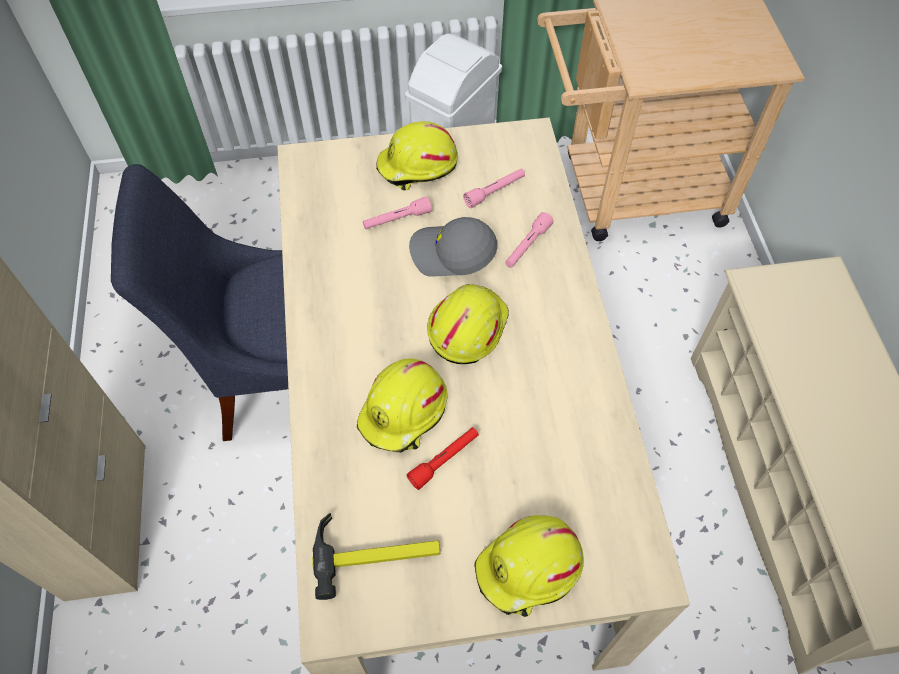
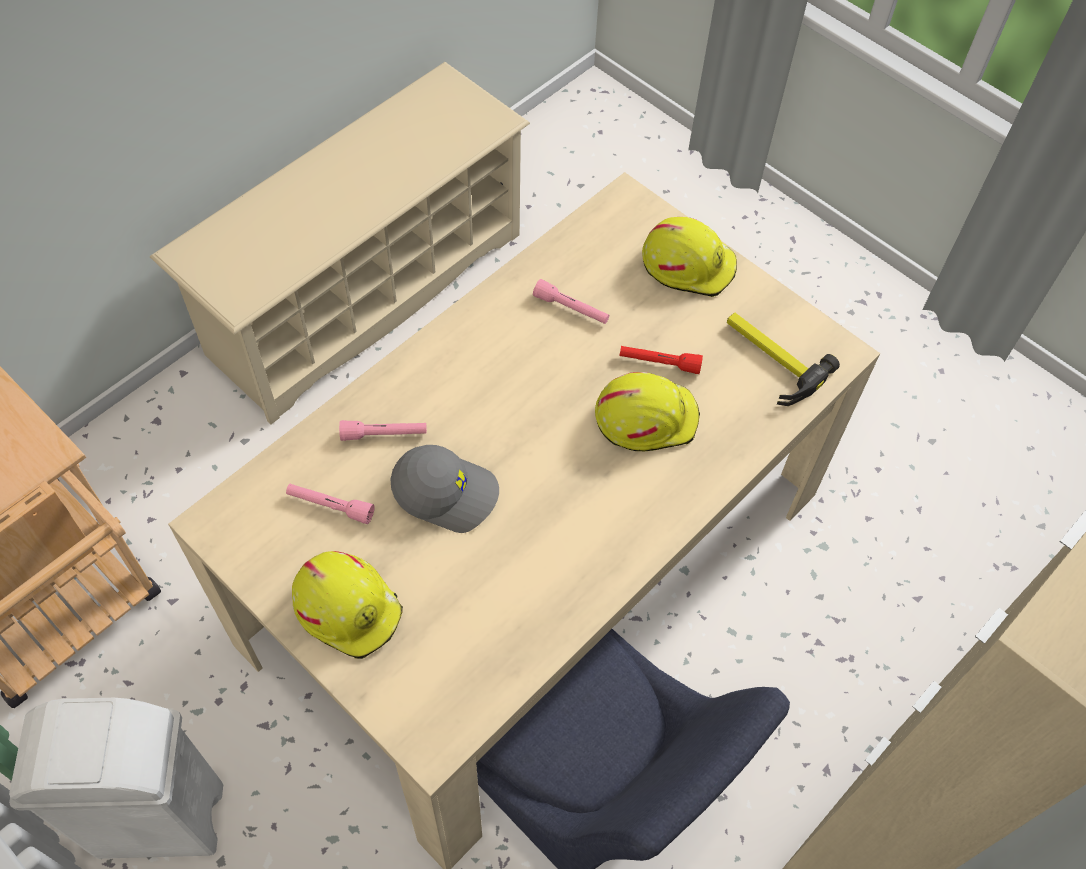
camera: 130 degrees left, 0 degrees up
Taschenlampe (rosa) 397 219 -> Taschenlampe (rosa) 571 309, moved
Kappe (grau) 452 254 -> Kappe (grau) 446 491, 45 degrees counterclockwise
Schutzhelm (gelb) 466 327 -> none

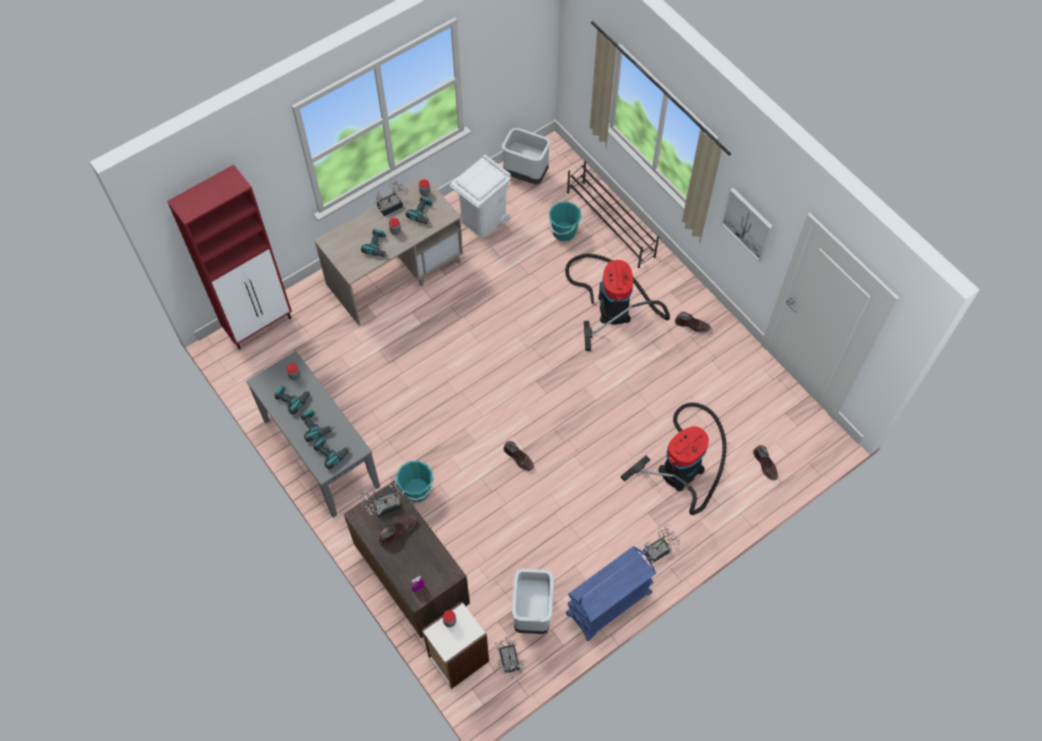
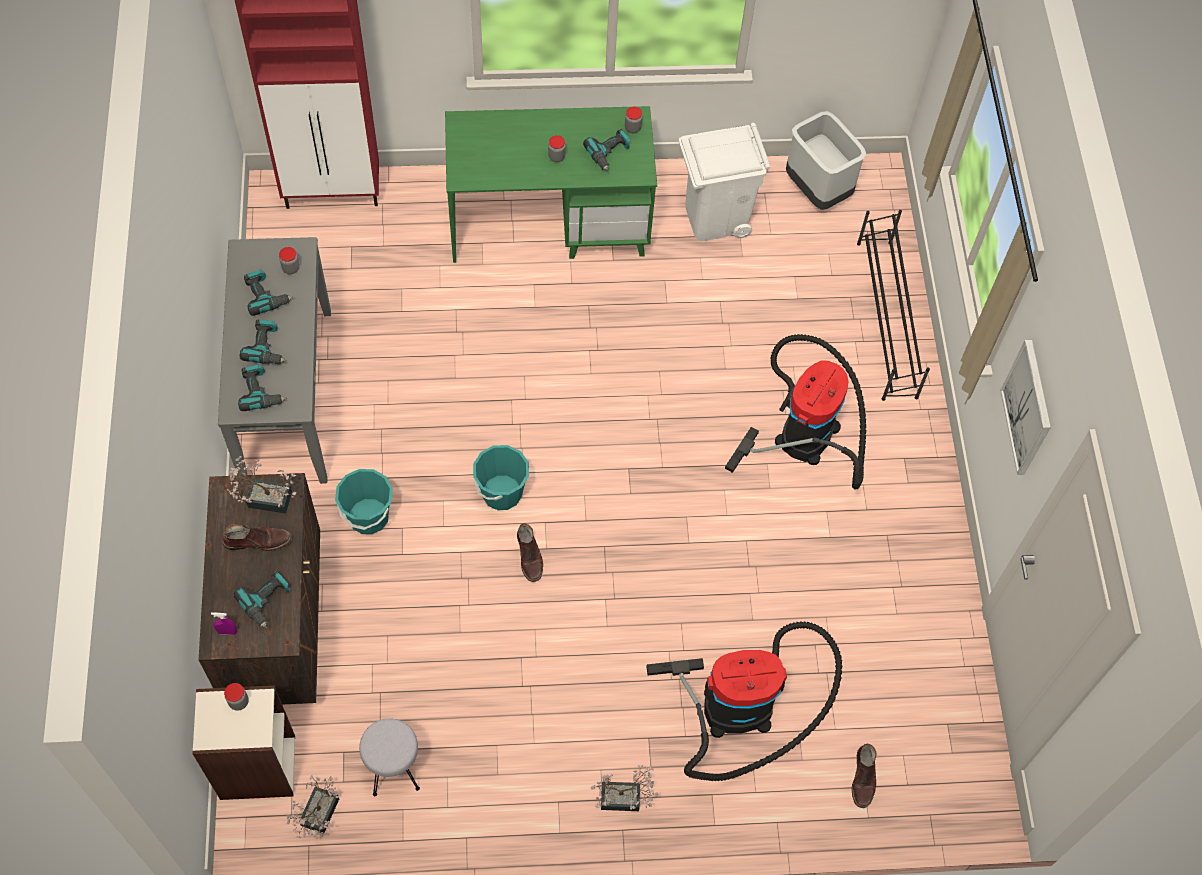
camera: 30 degrees right, 0 degrees up
Schreibtisch (beige) 395 272 -> Schreibtisch (grün) 550 222
Topfpflanze 393 205 -> none
Eimer (türkis) 564 232 -> Eimer (türkis) 502 493, moved
Bohrmaschine 377 246 -> Bohrmaschine 267 601, moved
Stiefel (braun) 692 325 -> none
Rollwagen (blau) 608 605 -> none
Mülleimer (grau) 531 612 -> Hocker (grau) 394 769

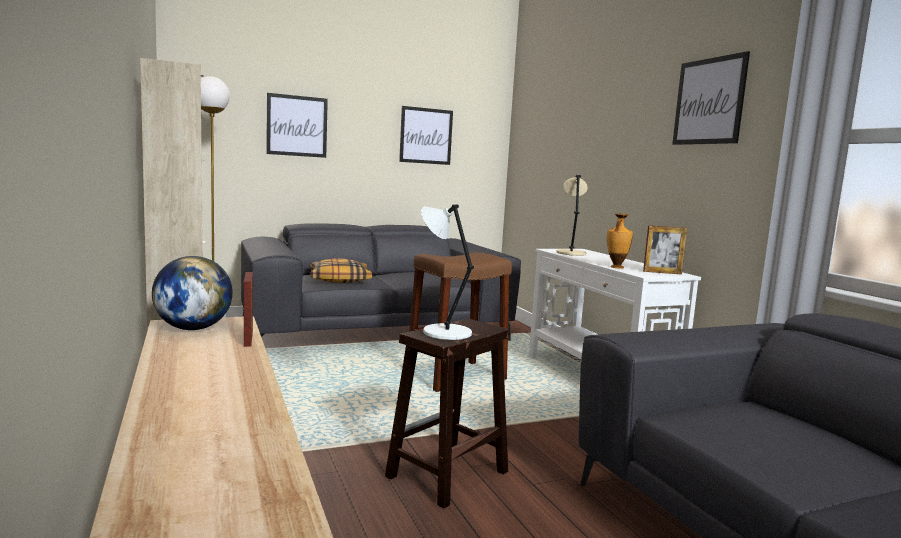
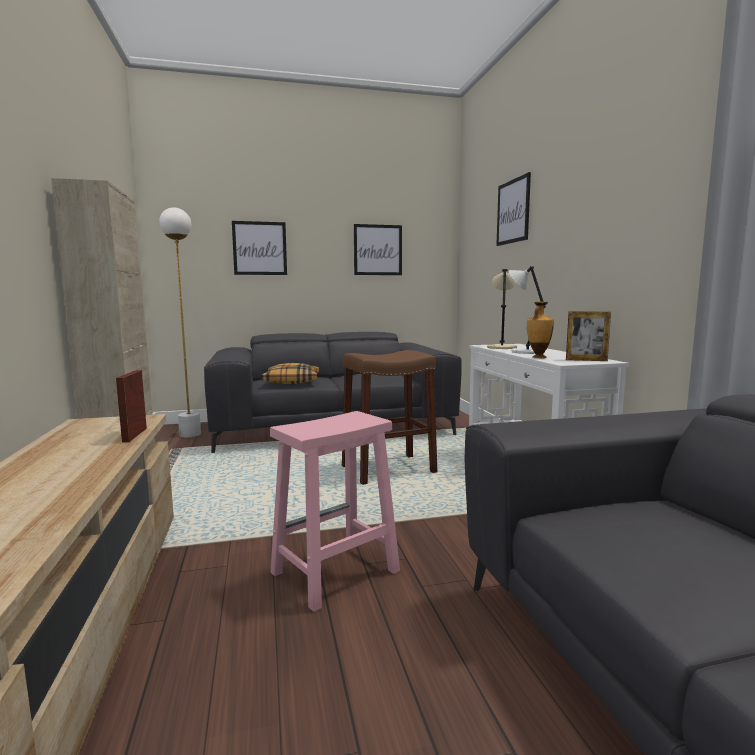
camera: 10 degrees right, 0 degrees up
Bild 709 101 -> Bild 513 211, moved
Tischlampe (weiß) 444 332 -> Tischlampe (weiß) 525 352, moved
Globus 193 328 -> none
Hocker (braun) 446 475 -> Hocker (rosa) 334 573

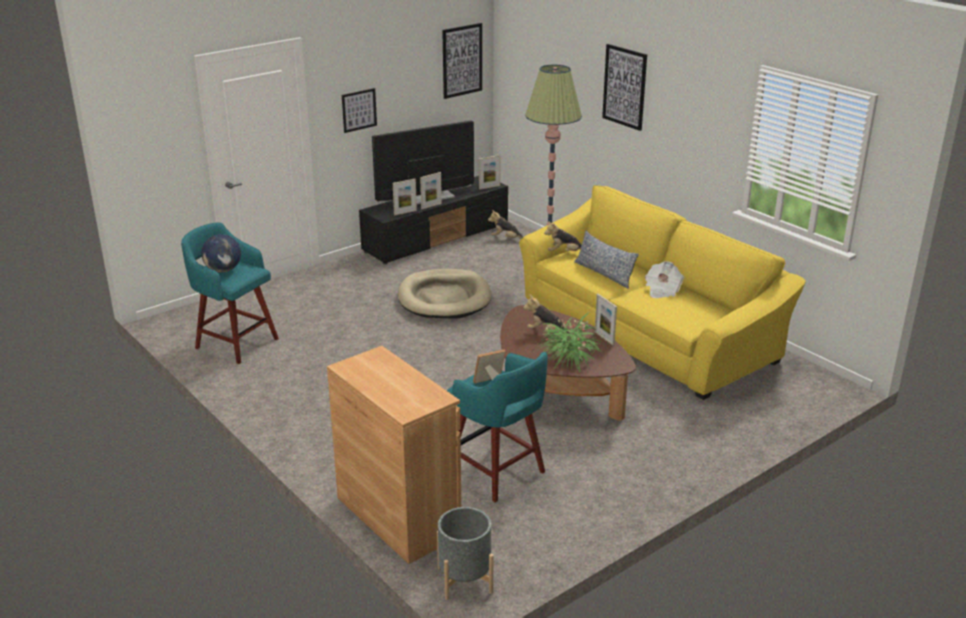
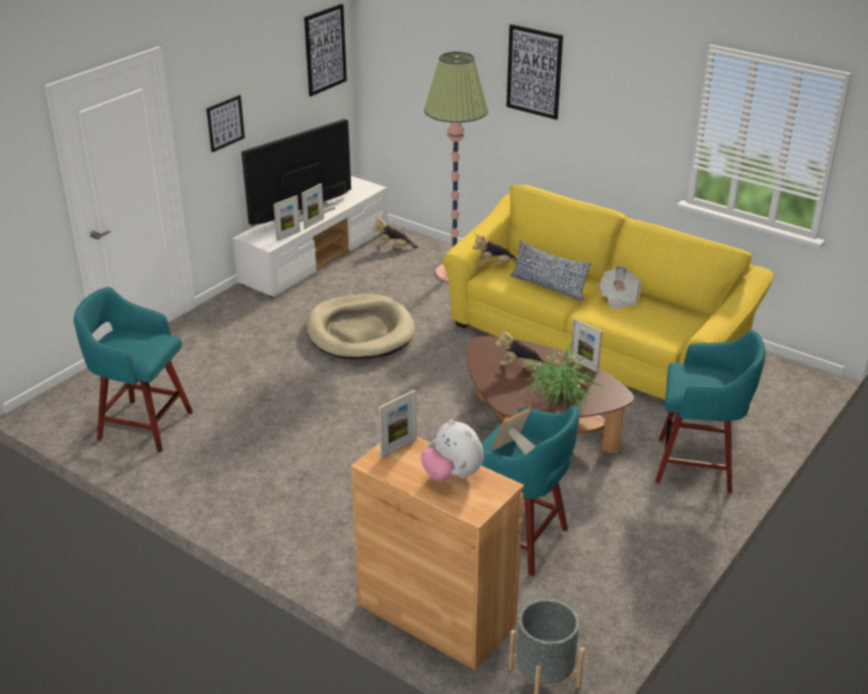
camera: 15 degrees left, 5 degrees up
Bilderrahmen 489 187 -> Bilderrahmen 398 448, moved
Fernsehschrank (schwarz) 437 238 -> Fernsehschrank (weiß) 316 257
Globus 223 270 -> none
none -> Hocker (türkis) 697 465
none -> Plüschtier 452 475

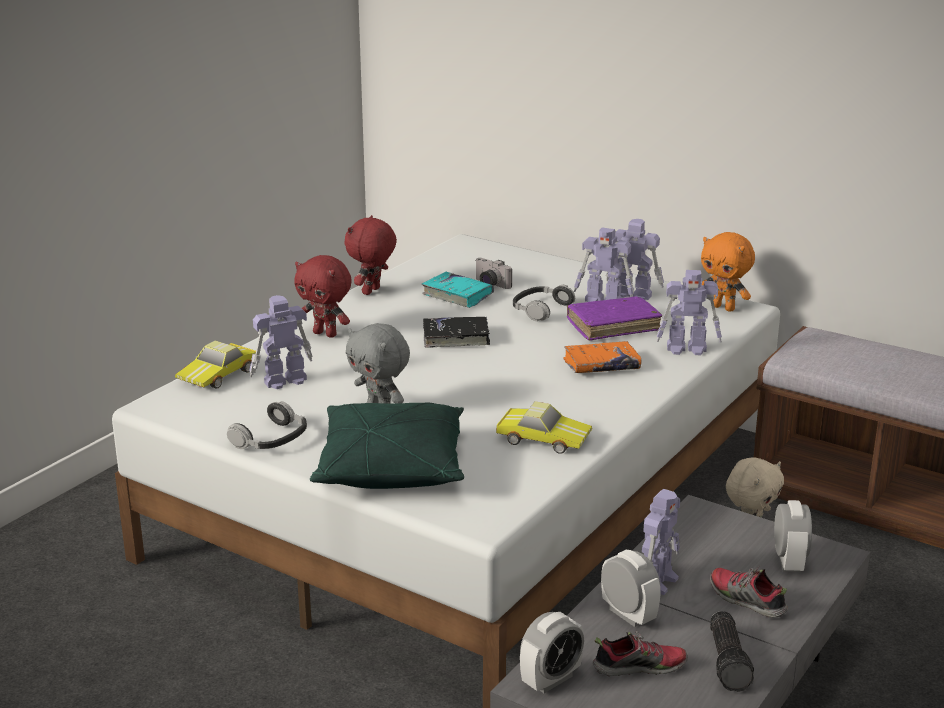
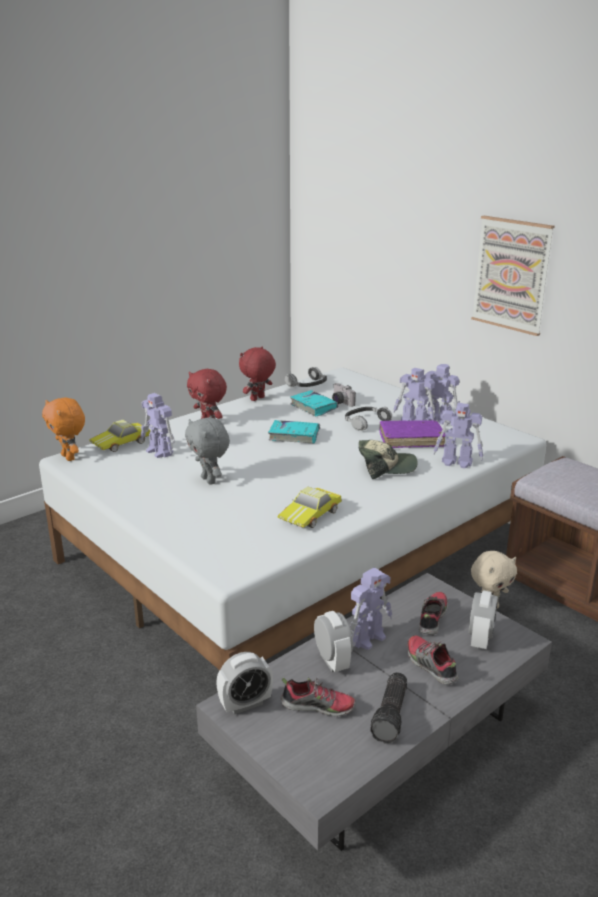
camera: 15 degrees right, 0 degrees up
Plüschtier (orange) 724 308 -> Plüschtier (orange) 69 457, moved
Spielzeugroboter 283 381 -> Spielzeugroboter 160 452, 120 degrees counterclockwise
Buch (schwarz) 456 338 -> Buch (türkis) 294 436
Buch (orange) 601 365 -> Kappe 386 467
Kopfhörer 271 439 -> Kopfhörer 307 384, moved
Spielzeugauto 543 438 -> Spielzeugauto 311 515, 90 degrees clockwise
Kissen (grün) 391 467 -> none
none -> Bild 512 274
none -> Schuh 432 618

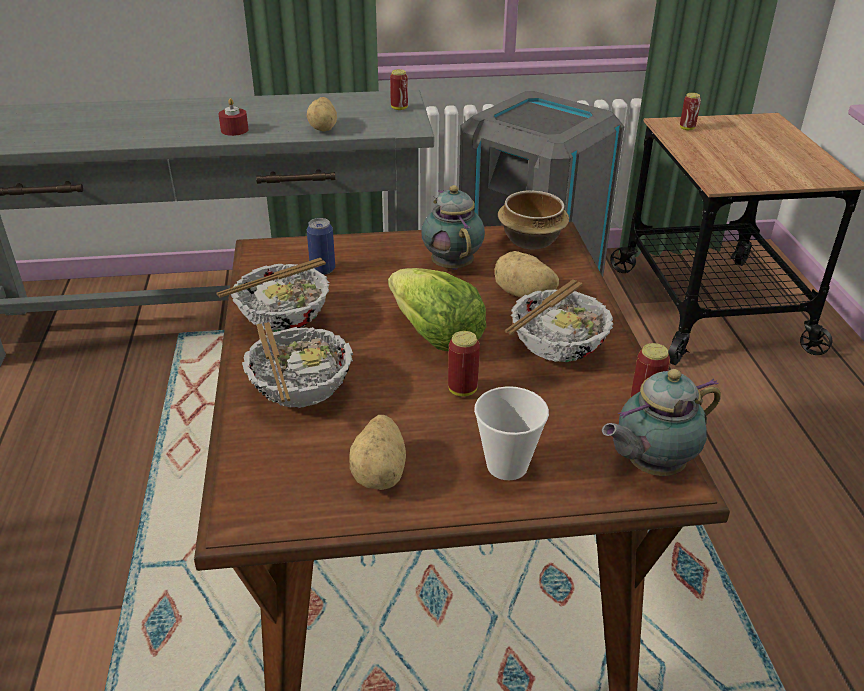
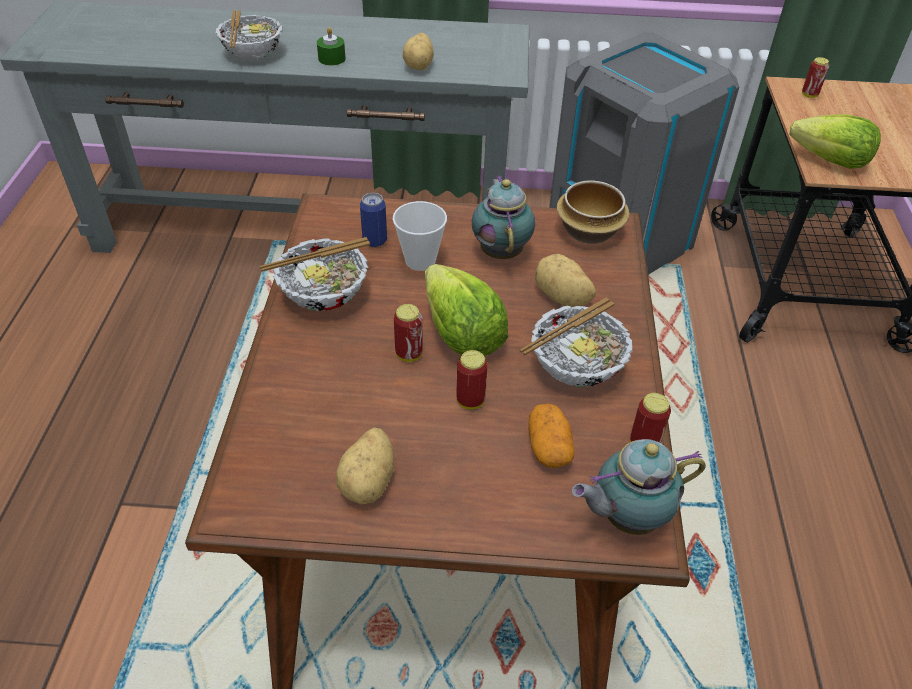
camera: 10 degrees right, 10 degrees up
Dose 399 108 -> Dose 409 354, moved
Kerze (rot) 234 130 -> Kerze (grün) 332 58
Schüssel 300 392 -> Schüssel 252 54, moved
Tasse 507 466 -> Tasse 420 261, moved
none -> Salatkopf 830 161
none -> Kartoffel 548 447

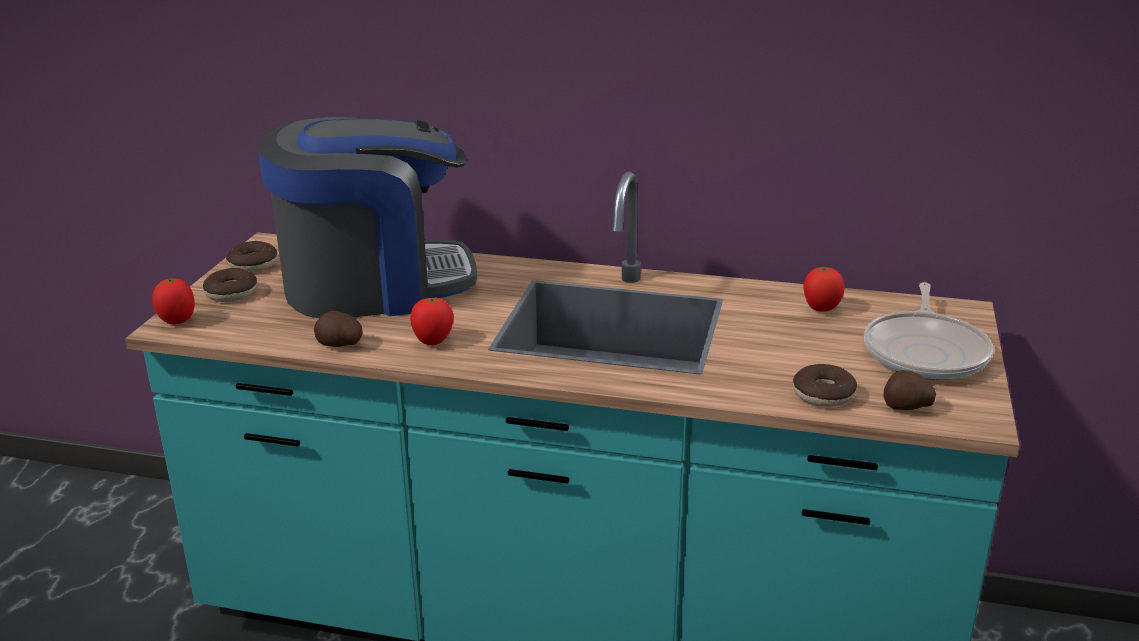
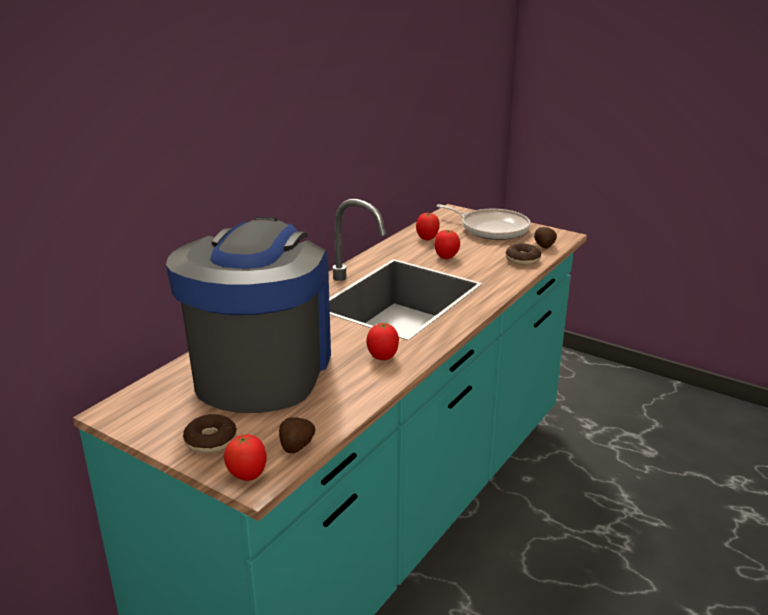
camera: 70 degrees left, 0 degrees up
Donut 253 264 -> none
Kartoffel 339 345 -> Kartoffel 296 446, moved
none -> Tomate 446 257

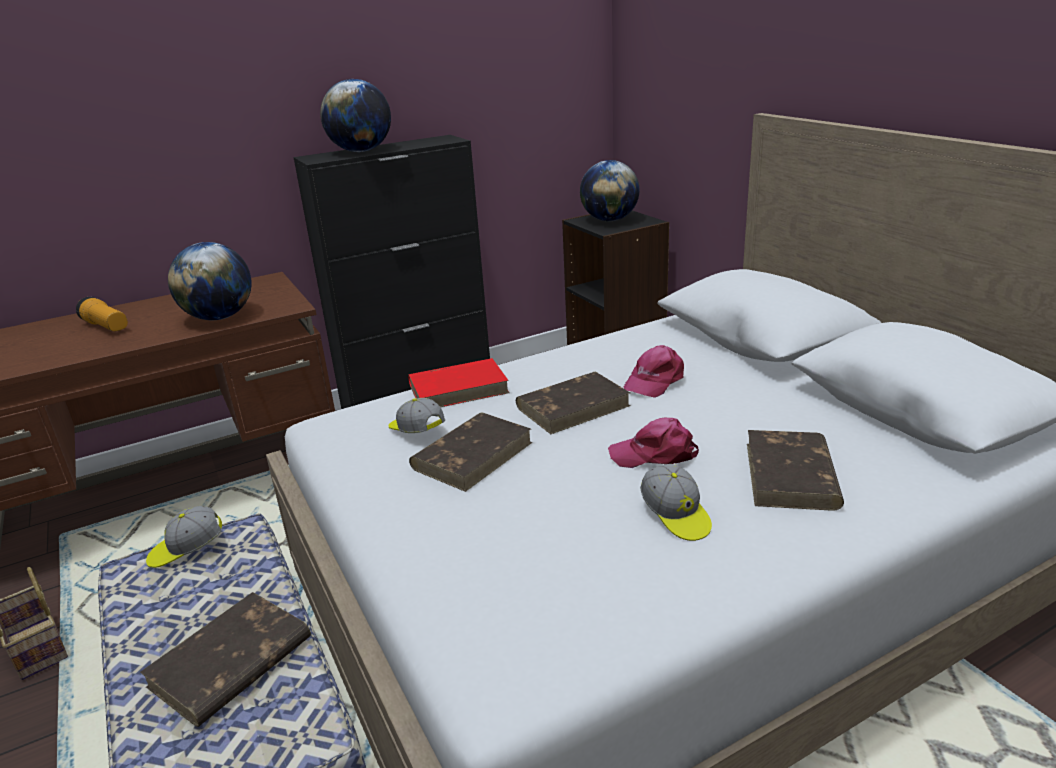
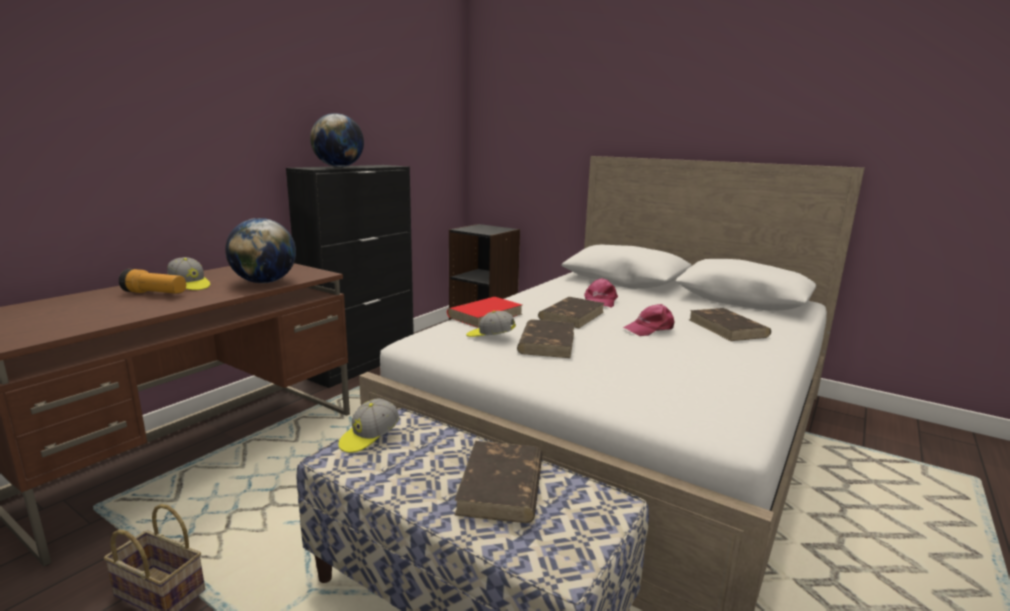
camera: 30 degrees left, 10 degrees down
Globus 609 220 -> none
Kappe 676 516 -> Kappe 190 285, moved

